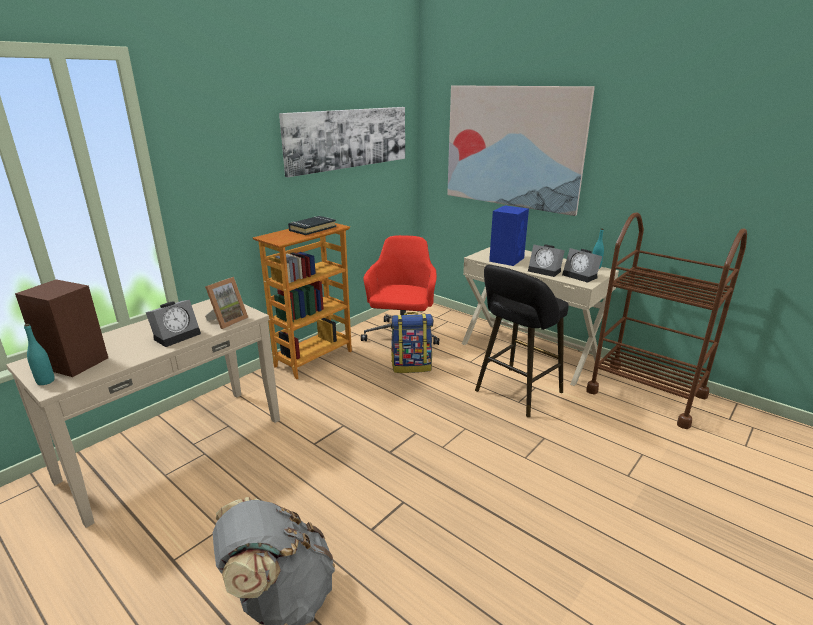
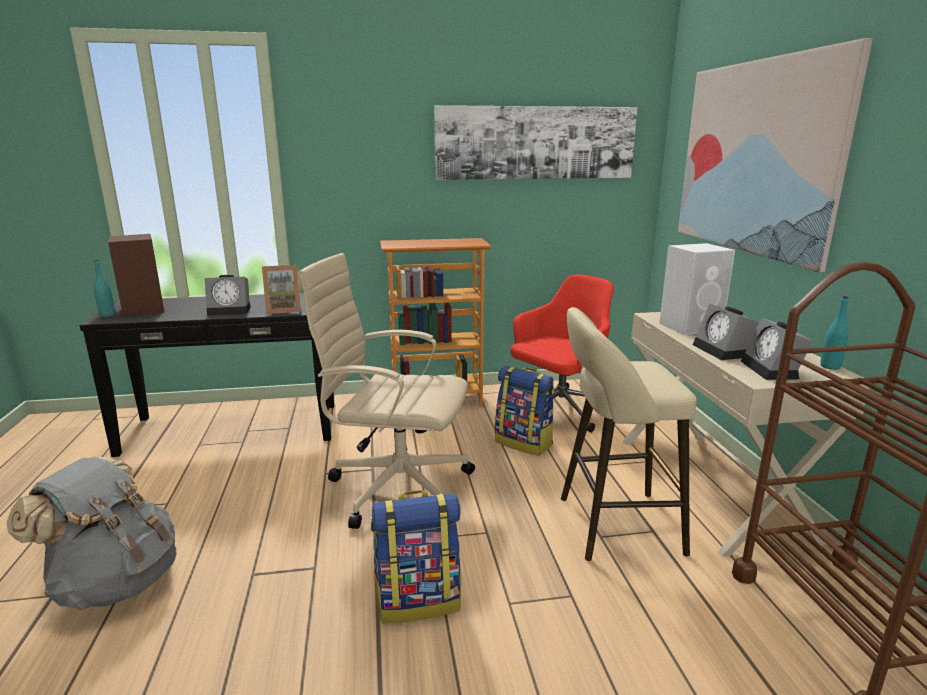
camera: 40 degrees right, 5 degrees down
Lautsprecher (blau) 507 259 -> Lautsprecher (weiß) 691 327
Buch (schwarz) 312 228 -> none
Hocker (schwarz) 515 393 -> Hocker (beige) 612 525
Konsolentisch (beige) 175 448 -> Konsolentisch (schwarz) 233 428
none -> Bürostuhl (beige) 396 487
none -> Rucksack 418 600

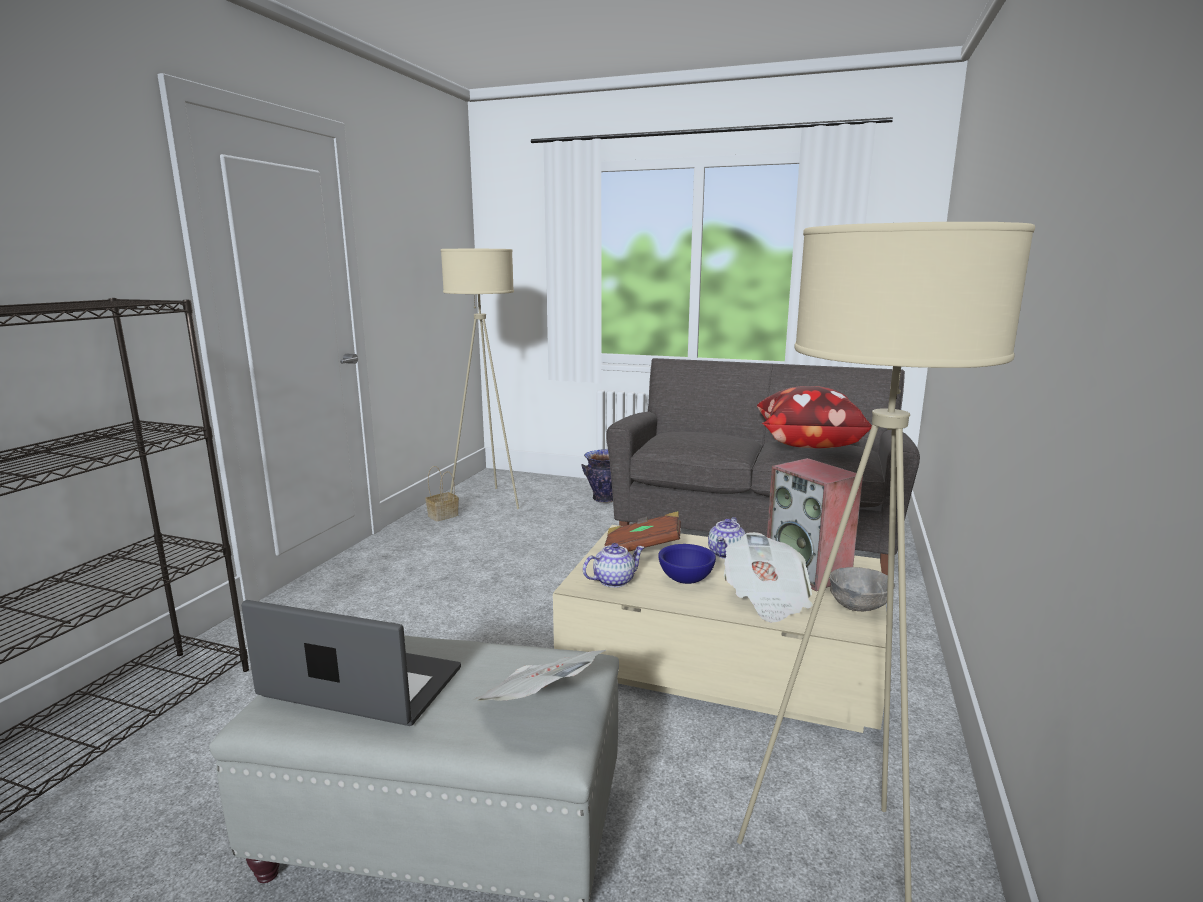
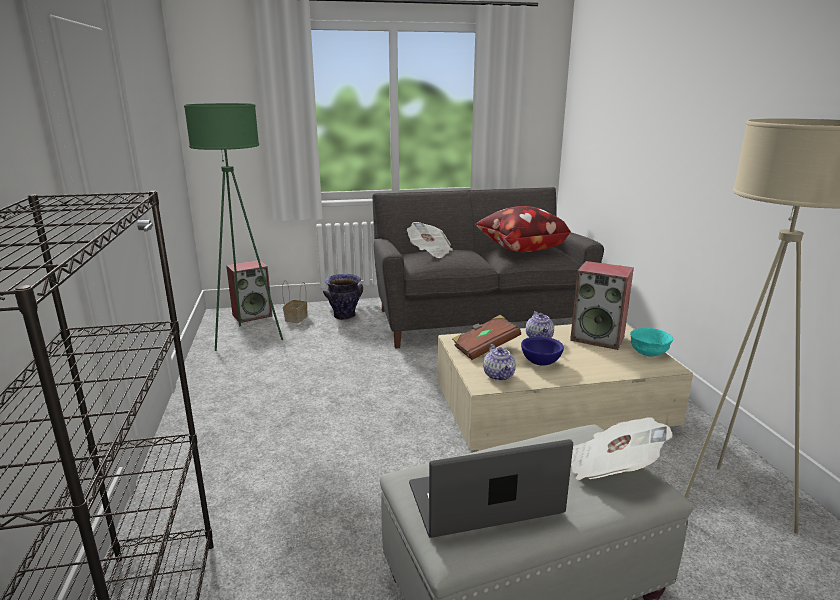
camera: 30 degrees left, 5 degrees up
Stehlampe (beige) 488 501 -> Stehlampe (grün) 247 338
Korb 442 516 -> Korb 296 319, moved
Zeitung 766 599 -> Zeitung 429 252, moved
Teekanne 614 581 -> Teekanne 499 376, 135 degrees clockwise
Schüssel (grau) 858 606 -> Schüssel (türkis) 649 353
none -> Lautsprecher 252 315

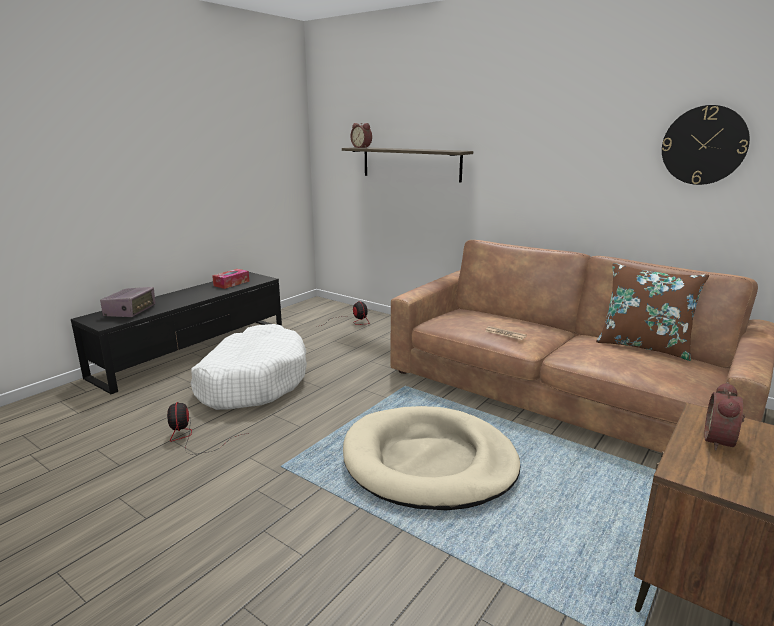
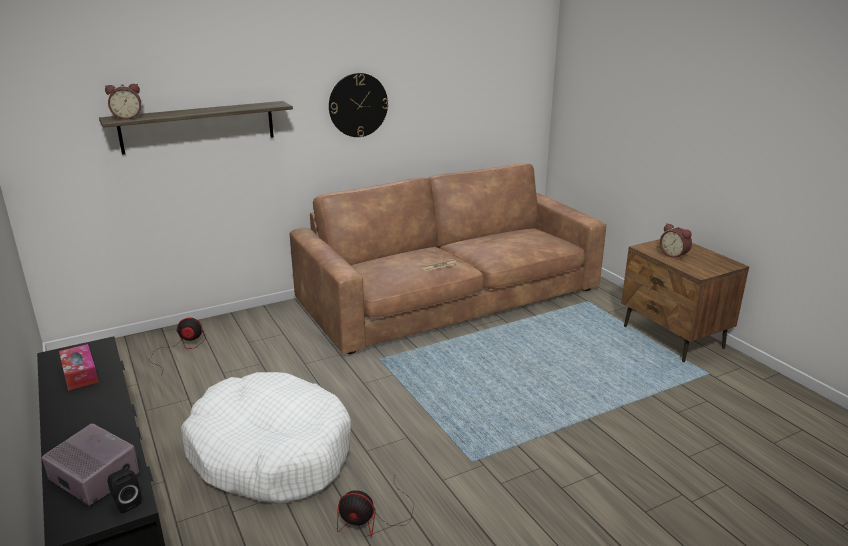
camera: 65 degrees left, 5 degrees up
Wanduhr 704 145 -> Wanduhr 358 105, moved
Kissen (braun) 643 346 -> none
Hundebett (beige) 429 462 -> none
none -> Lautsprecher (schwarz) 126 503

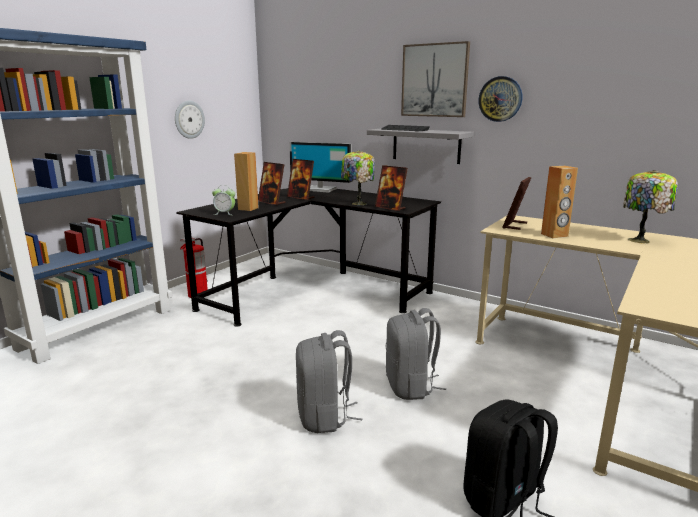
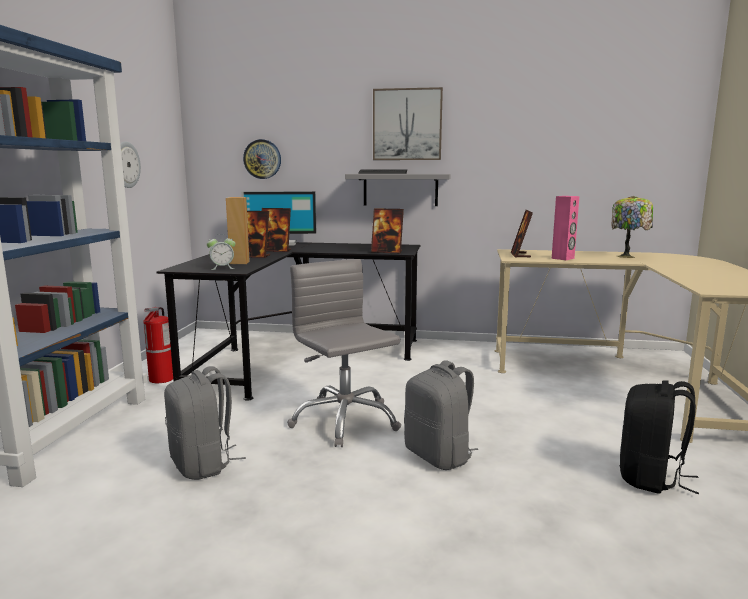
camera: 25 degrees left, 5 degrees down
Wanduhr 500 99 -> Wanduhr 262 159, moved
Tischlampe 358 203 -> none
Lautsprecher (braun) 554 235 -> Lautsprecher (rosa) 563 258
Rucksack (grau) 410 387 -> Rucksack (grau) 203 465, moved
none -> Bürostuhl (grau) 344 420

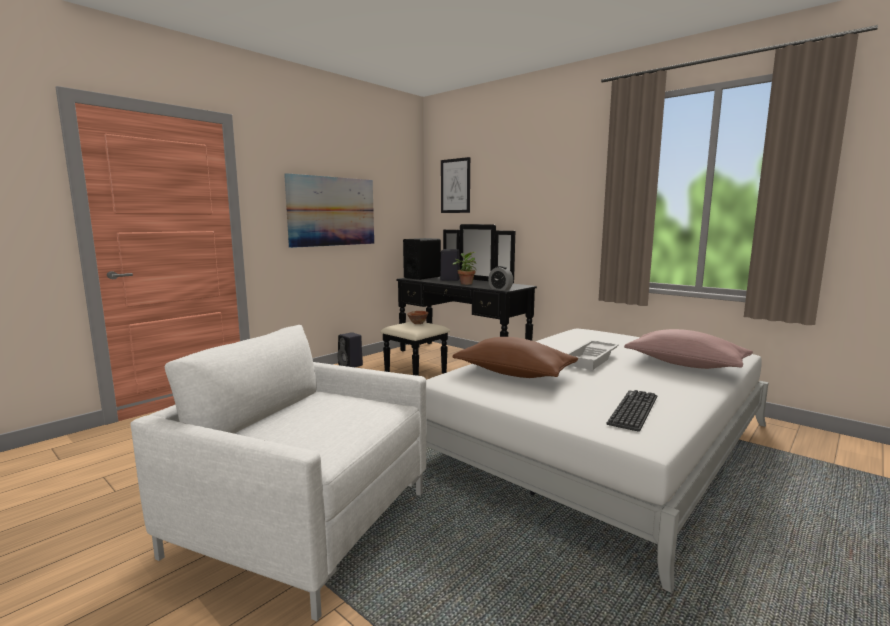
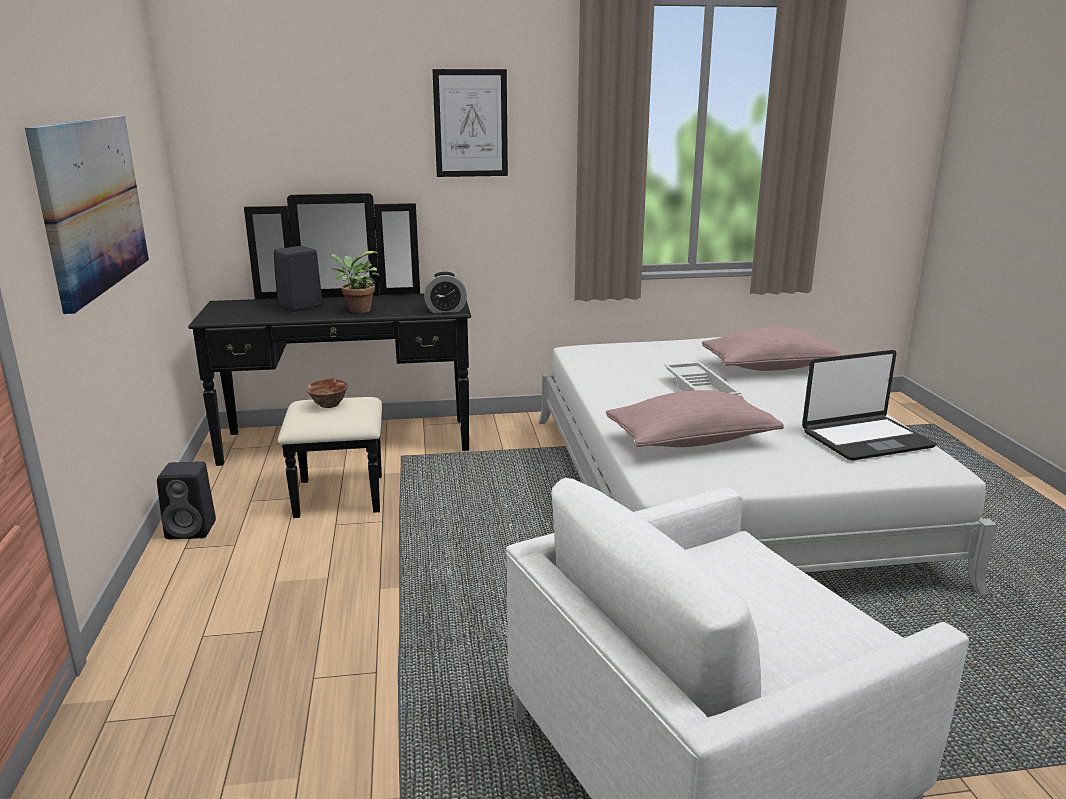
camera: 50 degrees left, 10 degrees up
Bild 455 186 -> Bild 471 123, moved
Lautsprecher (schwarz) 422 277 -> none
Kissen (braun) 514 373 -> Kissen (rosa) 691 441
Tastatur 633 410 -> Laptop 865 439

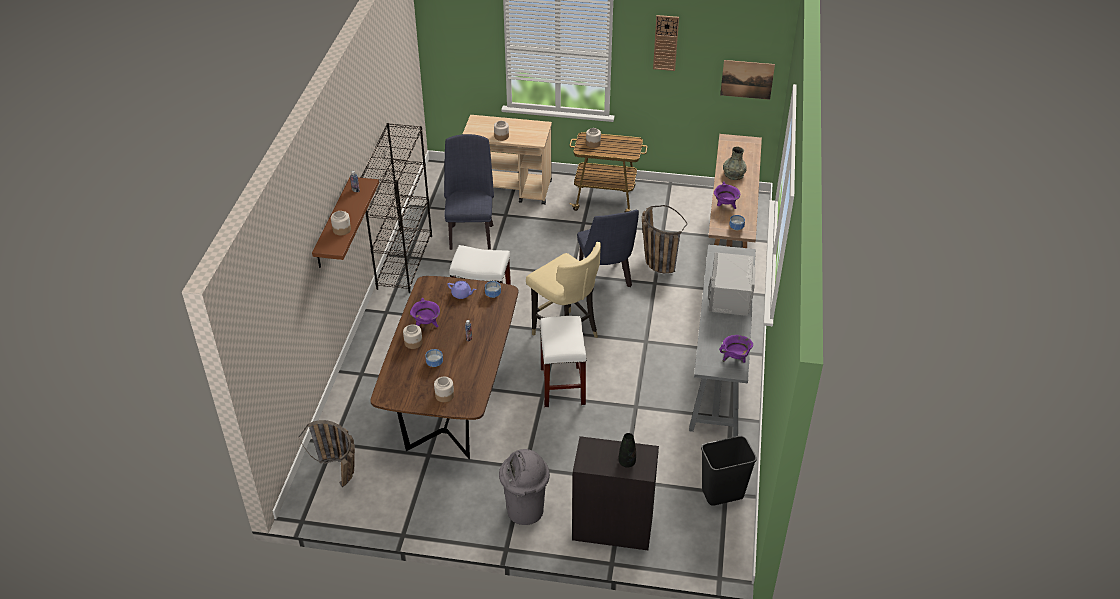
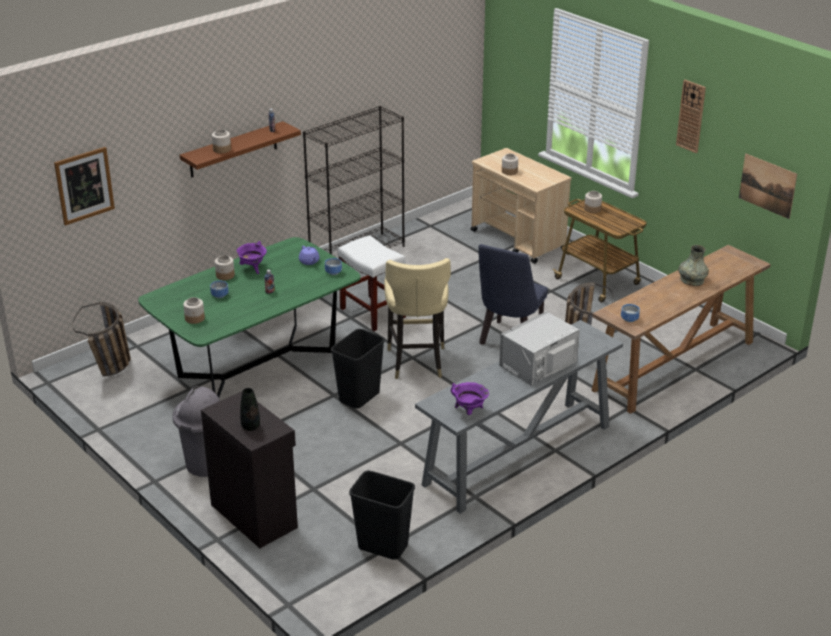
camera: 40 degrees right, 10 degrees down
Stuhl (blau) 471 233 -> none
Kochtopf (lila) 725 206 -> none
Esstisch (braun) 453 403 -> Esstisch (grün) 257 365
Hocker (weiß) 563 387 -> Mülleimer (schwarz) 359 398
none -> Bild 84 185

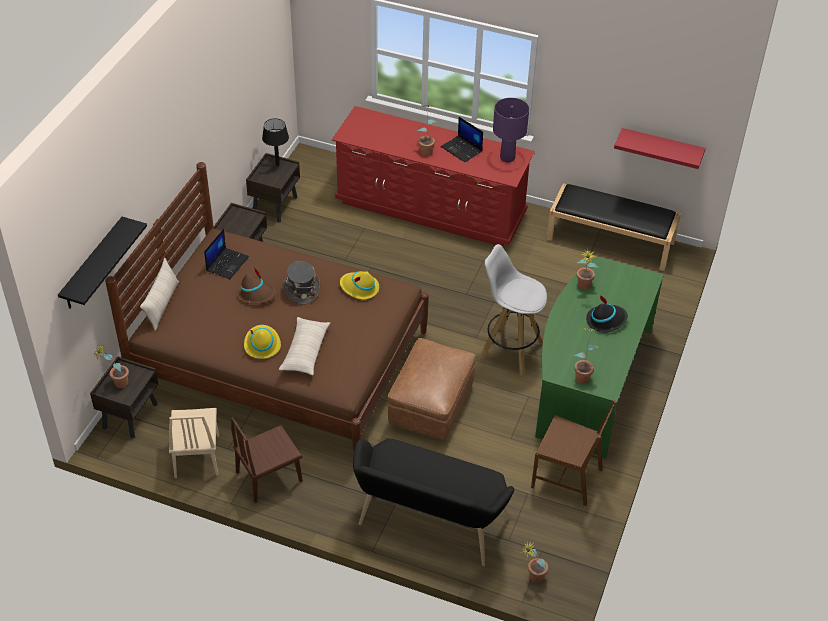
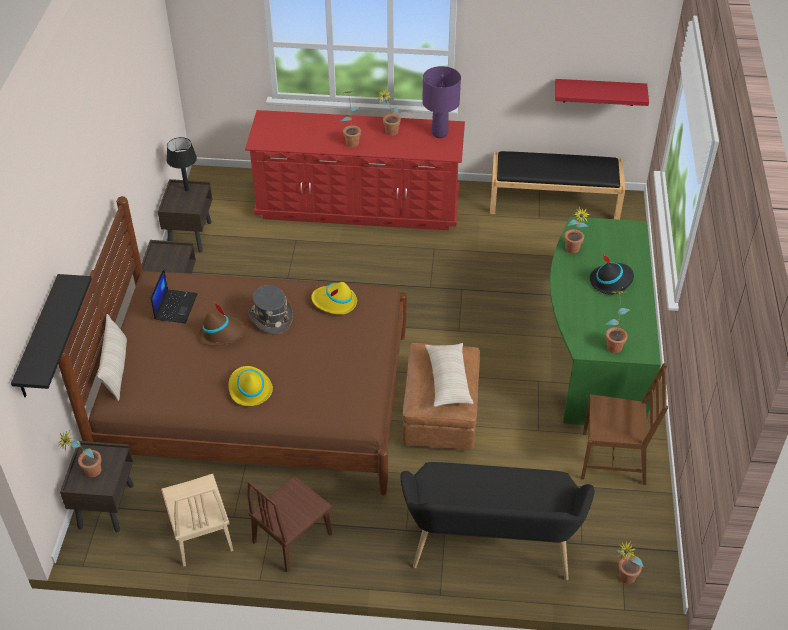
camera: 15 degrees left, 0 degrees up
Laptop 462 149 -> Topfpflanze 389 133
Hocker (weiß) 509 350 -> none
Kissen (beige) 305 351 -> Kissen (beige) 448 380, moved

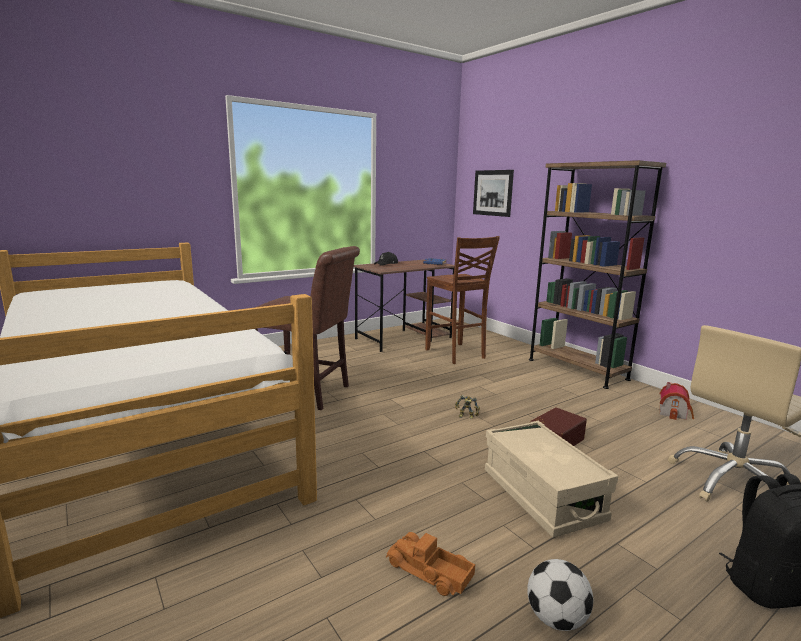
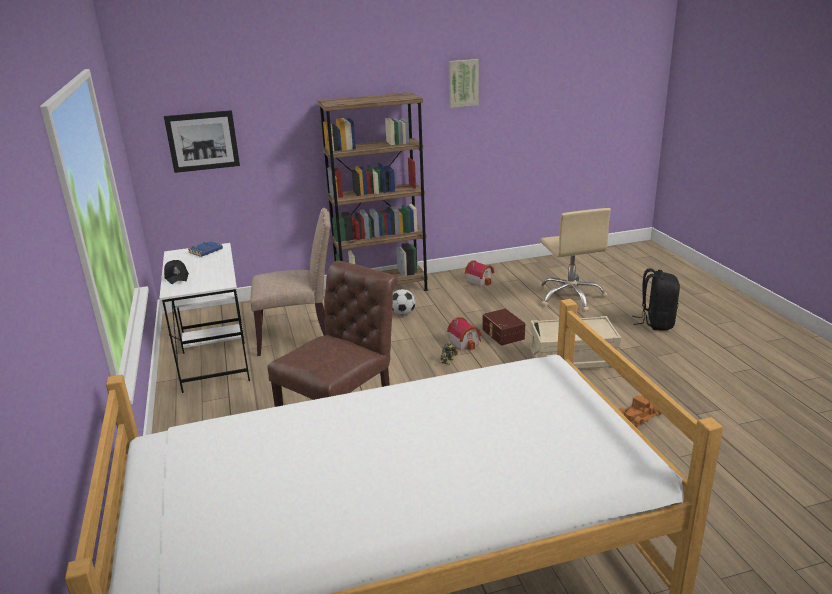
camera: 70 degrees left, 10 degrees up
Hocker (braun) 456 354 -> Stuhl (beige) 298 336
Schreibtisch (braun) 404 338 -> Schreibtisch (weiß) 214 357
Fußball 556 619 -> Fußball 403 313, moved
none -> Bild 463 83
none -> Spielzeughaus 465 342

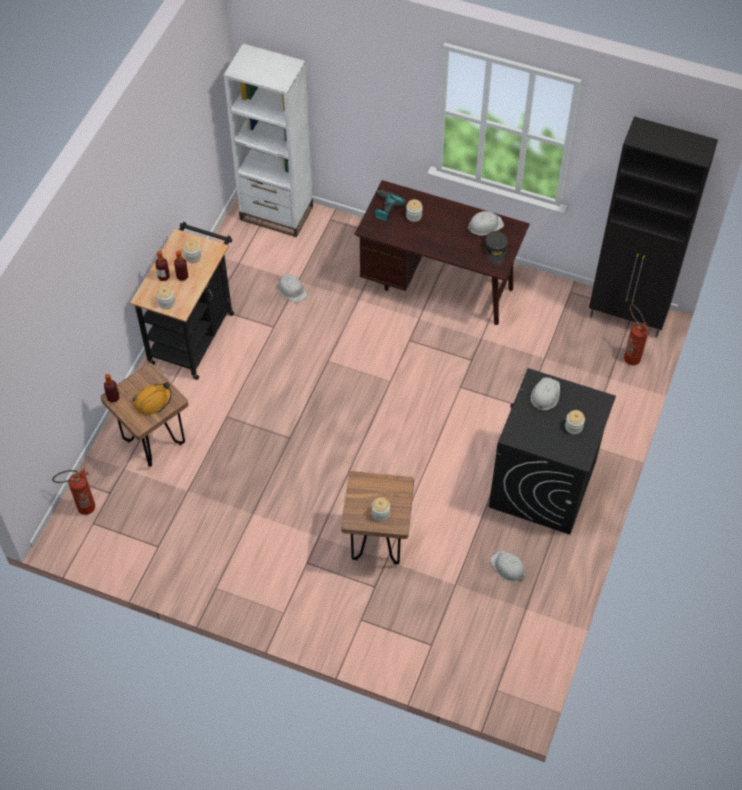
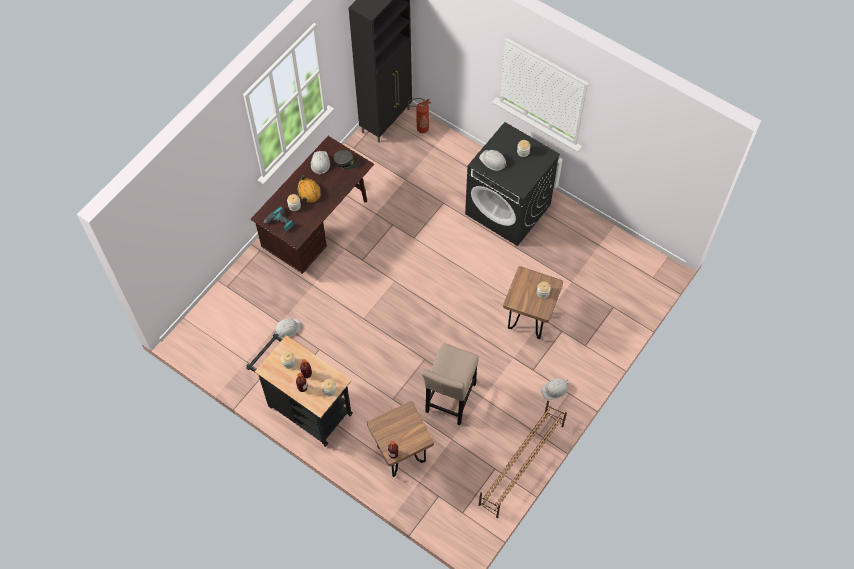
camera: 75 degrees left, 5 degrees up
Bücherregal (weiß) 276 213 -> none
Schutzhelm (orange) 153 401 -> Schutzhelm (orange) 309 191, moved
Feuerlöscher 82 509 -> none
Schutzhelm (weiß) 508 567 -> Schutzhelm (weiß) 555 389, moved
none -> Hocker (beige) 450 401
none -> Schuhregal (braun) 521 465

